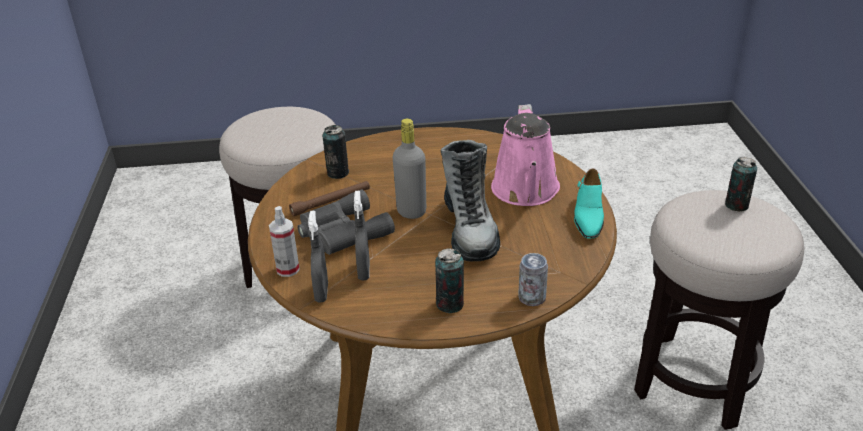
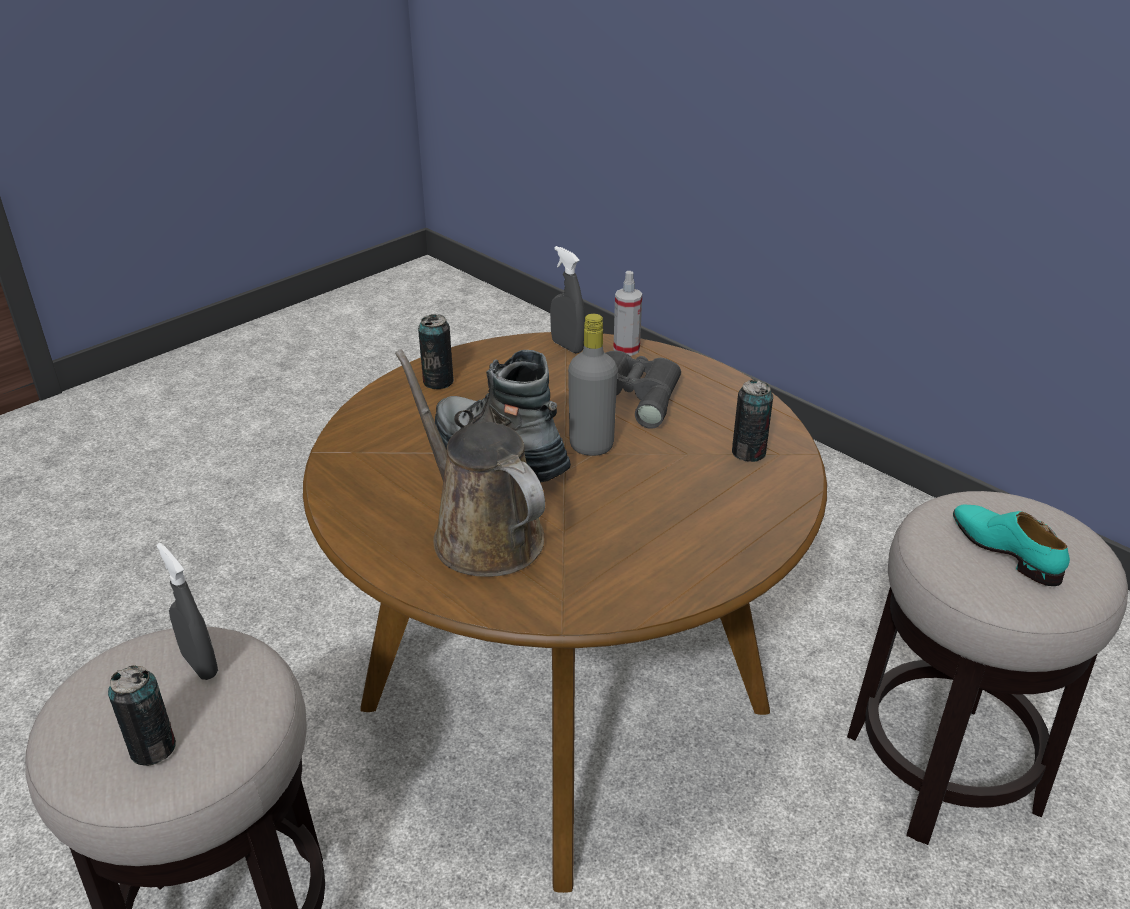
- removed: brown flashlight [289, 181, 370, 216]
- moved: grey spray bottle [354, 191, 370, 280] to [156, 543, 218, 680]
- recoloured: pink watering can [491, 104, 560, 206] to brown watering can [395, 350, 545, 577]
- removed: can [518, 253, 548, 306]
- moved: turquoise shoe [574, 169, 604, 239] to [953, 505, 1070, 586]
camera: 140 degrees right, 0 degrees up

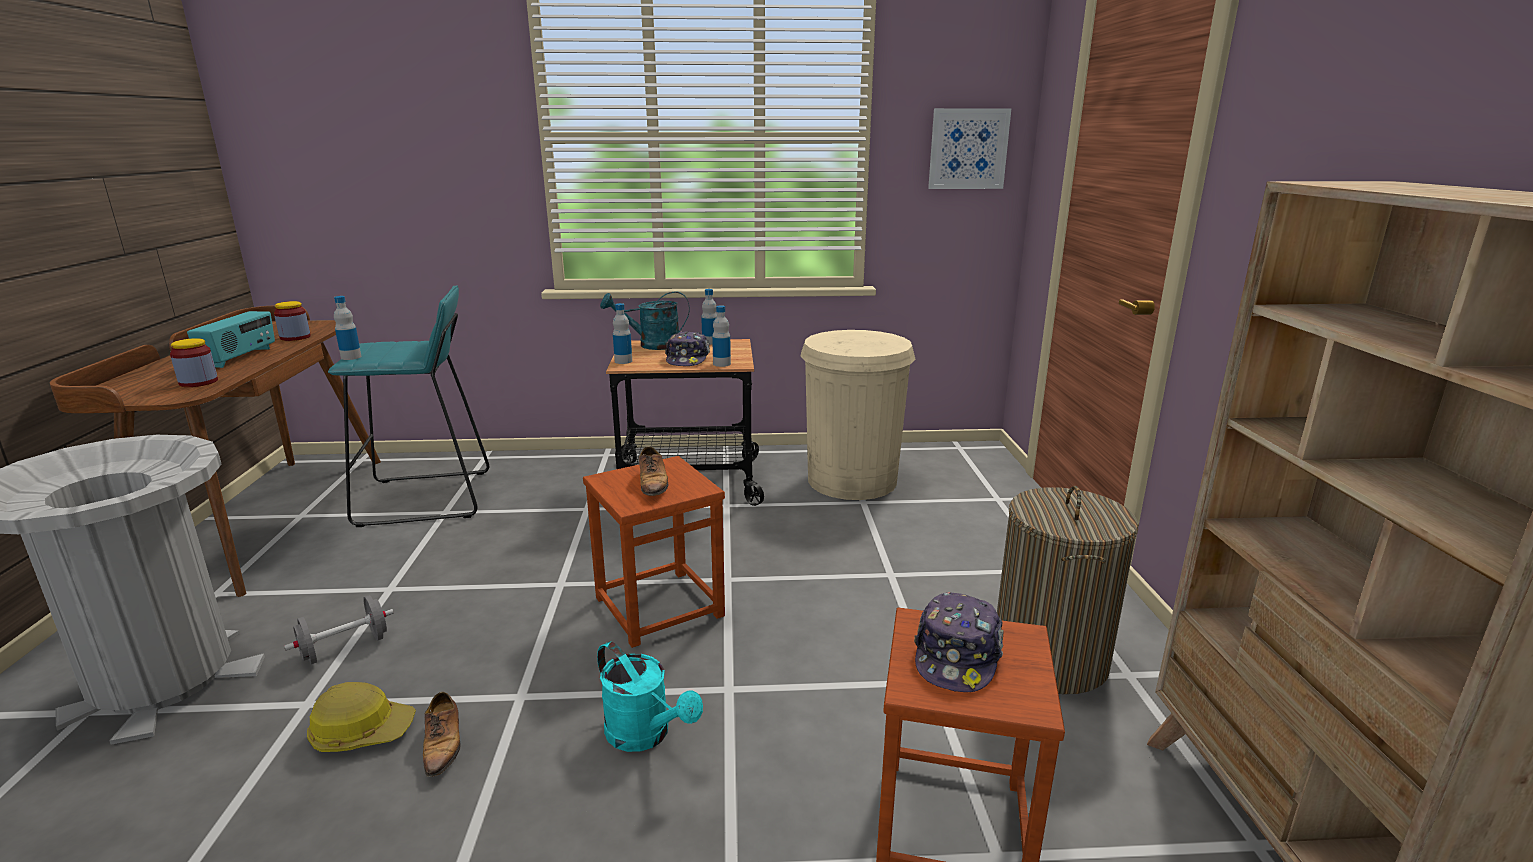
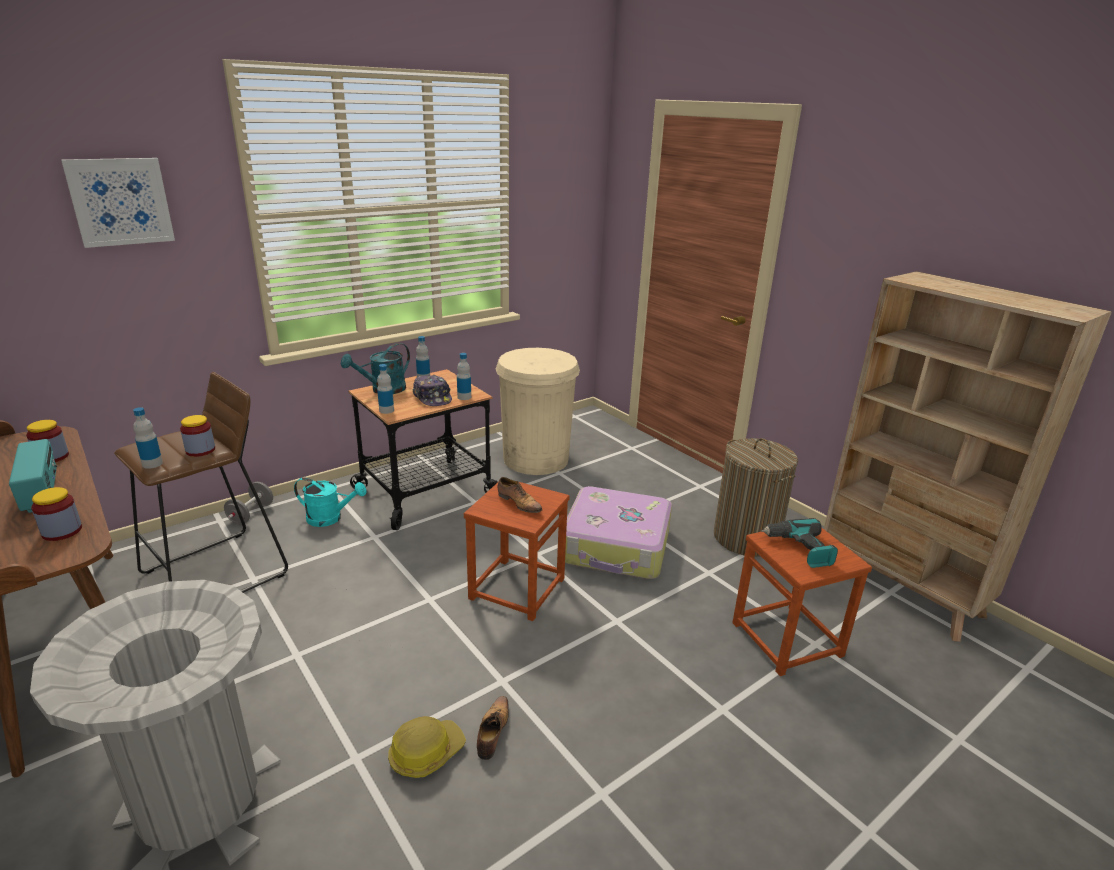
- moved: grey dumbbell [284, 595, 394, 664] to [224, 482, 273, 525]
- recoloured: turquoise stool [328, 285, 489, 527] to brown stool [114, 372, 288, 593]
- turned: shoe [423, 692, 461, 777] = [477, 696, 509, 760] 120 degrees counterclockwise
- moved: turquoise watering can [597, 641, 703, 752] to [294, 477, 367, 527]
- replaced: cap [914, 592, 1004, 692] to power drill [761, 518, 838, 568]
- moved: picture [928, 108, 1012, 189] to [61, 158, 175, 248]
- added: jar [180, 415, 215, 457]
- added: suitcase [565, 486, 672, 579]
camera: 35 degrees left, 5 degrees up

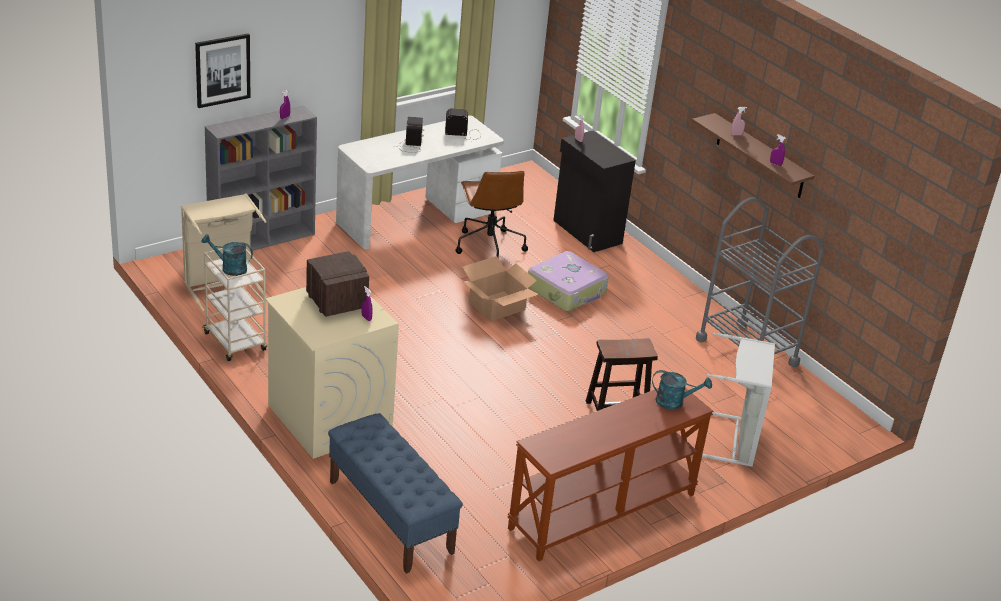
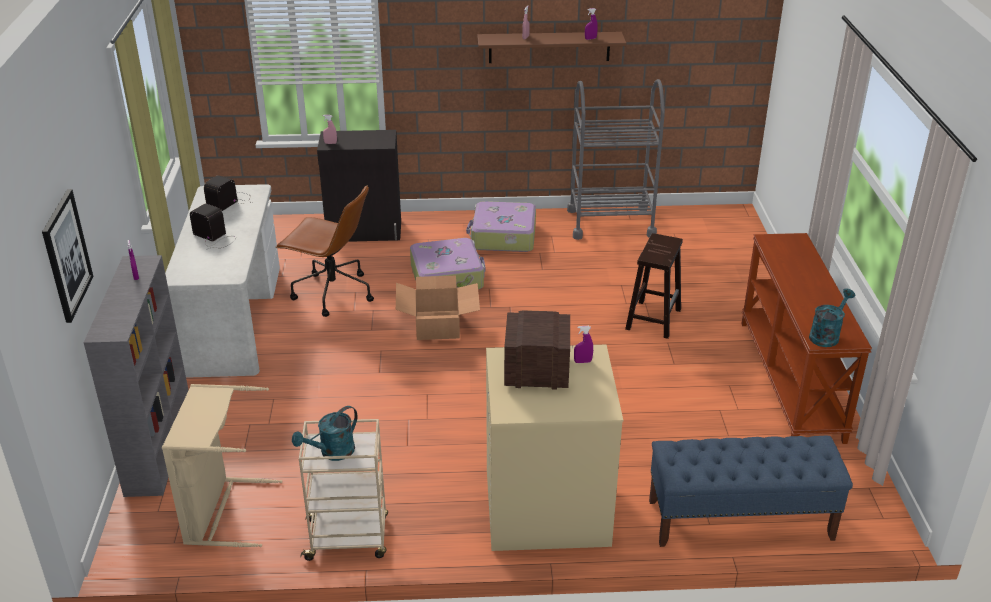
- moved: turquoise watering can [652, 370, 712, 410] to [809, 288, 855, 347]
- removed: grey laundry basket [702, 333, 775, 467]
- added: suitcase [466, 201, 536, 252]
camera: 55 degrees left, 0 degrees up

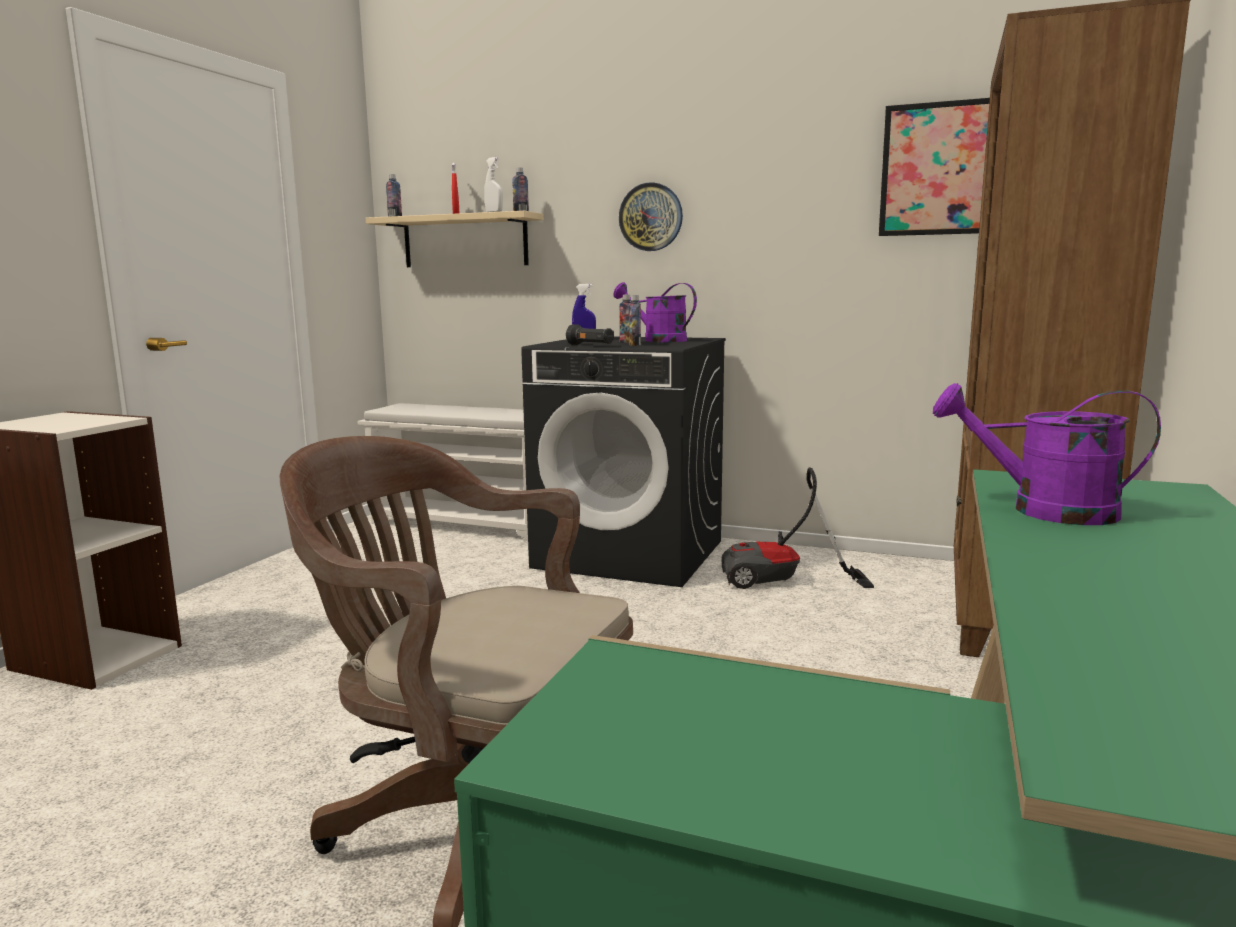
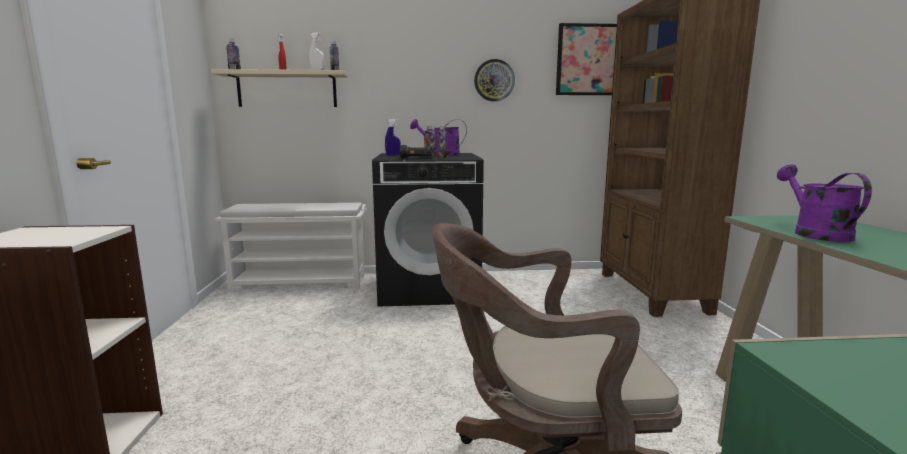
- moved: wall clock [619, 182, 683, 251] to [474, 59, 515, 101]
- removed: vacuum cleaner [722, 467, 874, 589]
- turned: purple watering can [933, 383, 1161, 525] = [777, 164, 872, 242] 90 degrees clockwise
camera: 25 degrees left, 0 degrees up

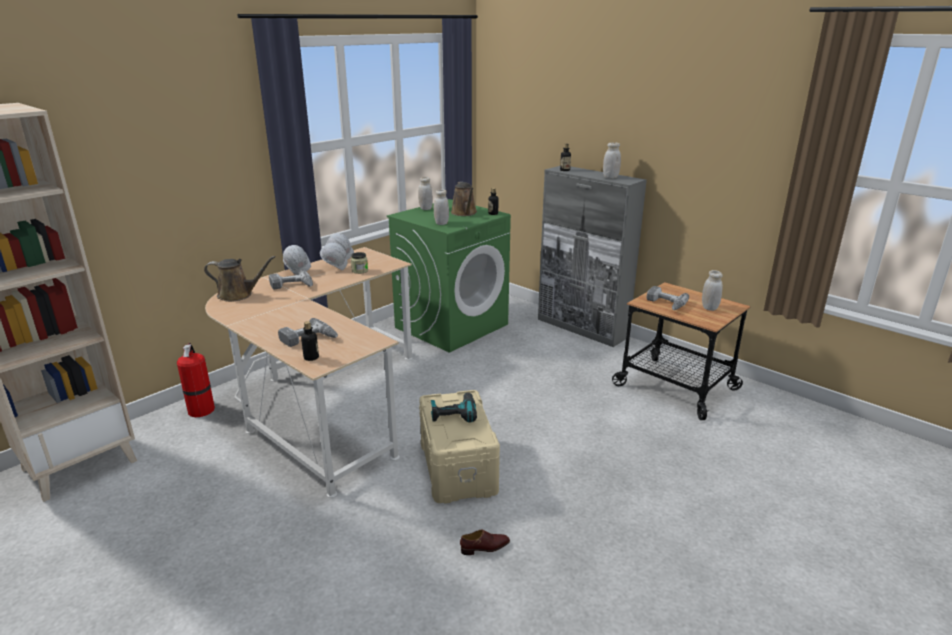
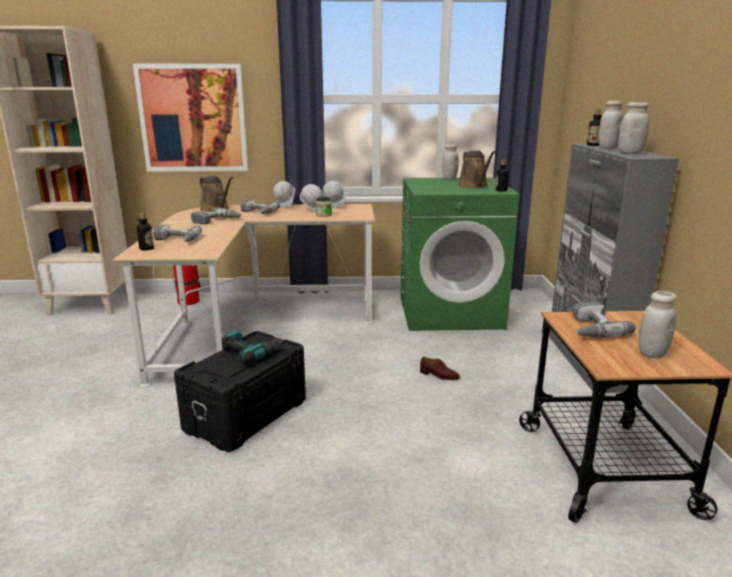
- recoloured: beige storage box [419, 390, 500, 504] to black storage box [174, 331, 306, 452]
- moved: white jar [434, 189, 449, 225] to [598, 101, 623, 149]
- turned: brown watering can [451, 182, 477, 216] = [458, 150, 495, 188] 45 degrees counterclockwise
- moved: brown shoe [460, 530, 510, 555] to [420, 357, 460, 380]
- added: picture [133, 64, 248, 172]
- added: power drill [191, 208, 241, 225]
camera: 45 degrees right, 5 degrees down

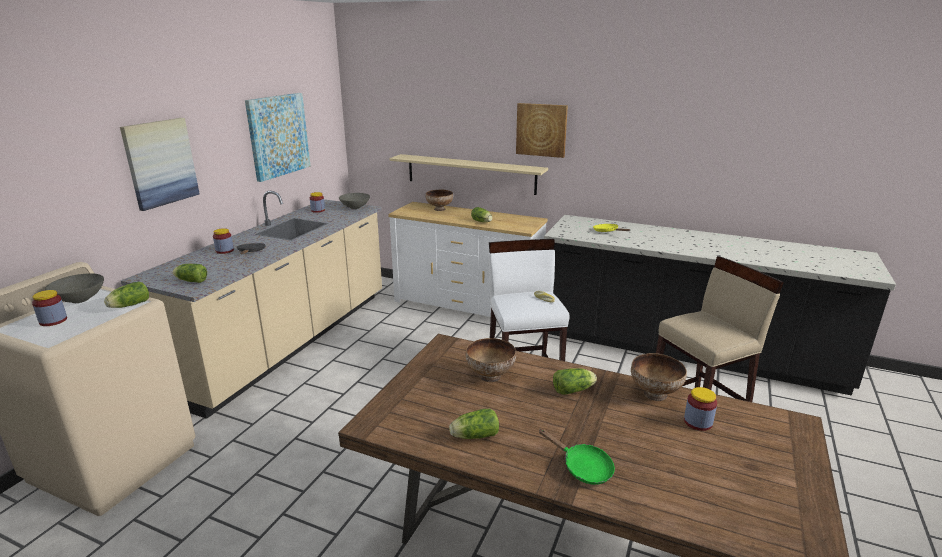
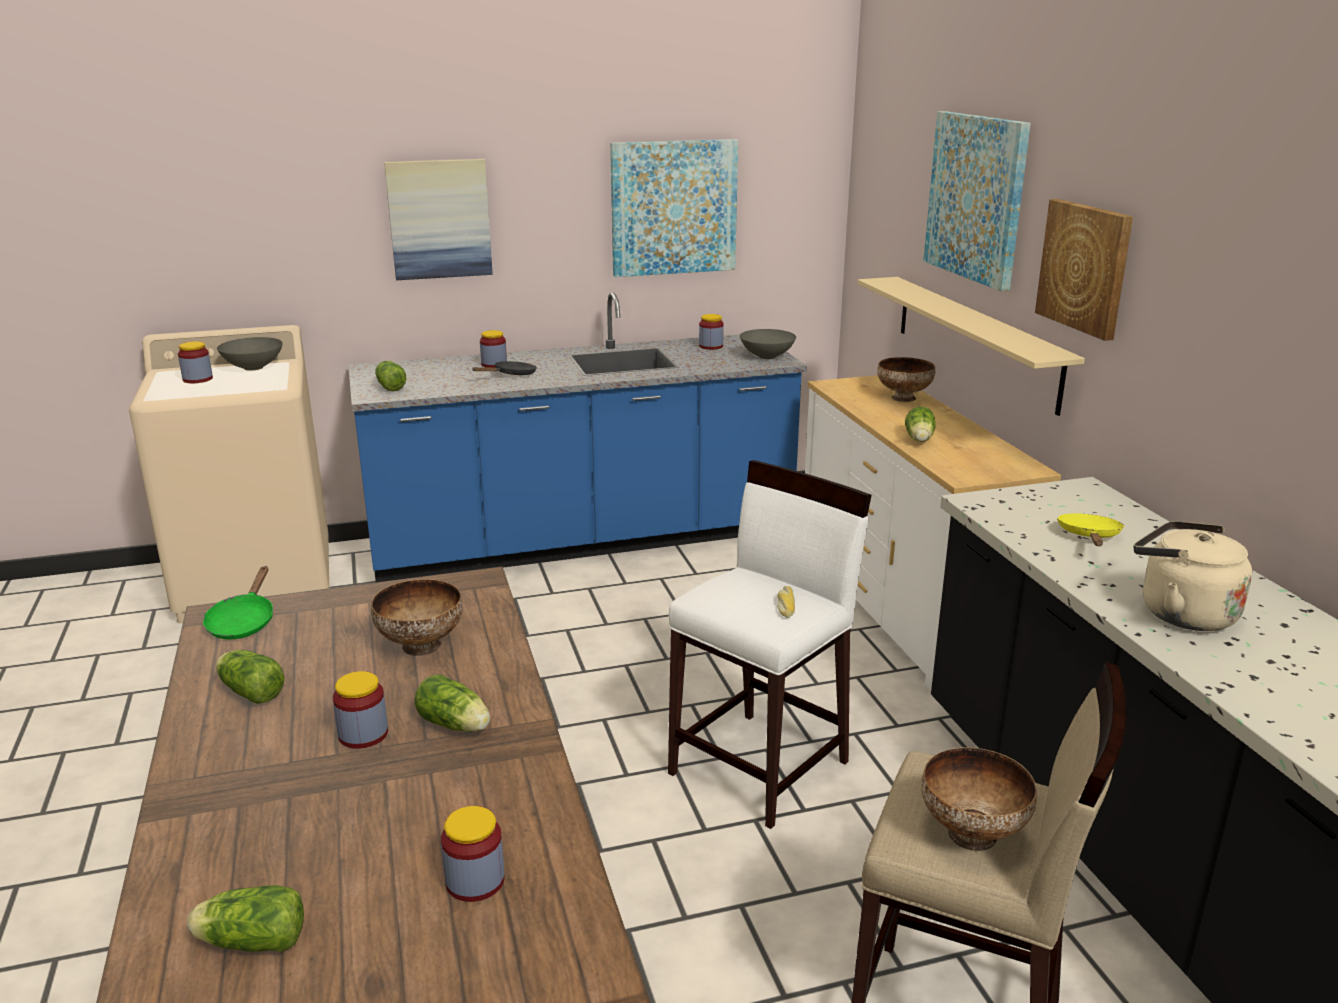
- moved: lettuce [104, 282, 149, 308] to [187, 885, 304, 952]
- recoloured: beige counter [121, 191, 382, 419] to blue counter [348, 292, 807, 582]
- moved: green frying pan [539, 429, 615, 485] to [203, 566, 273, 639]
- moved: bowl [631, 353, 687, 401] to [921, 747, 1037, 851]
- added: jar [333, 671, 388, 749]
- added: picture [923, 111, 1031, 292]
- added: beige kettle [1134, 521, 1252, 631]
camera: 50 degrees right, 0 degrees up

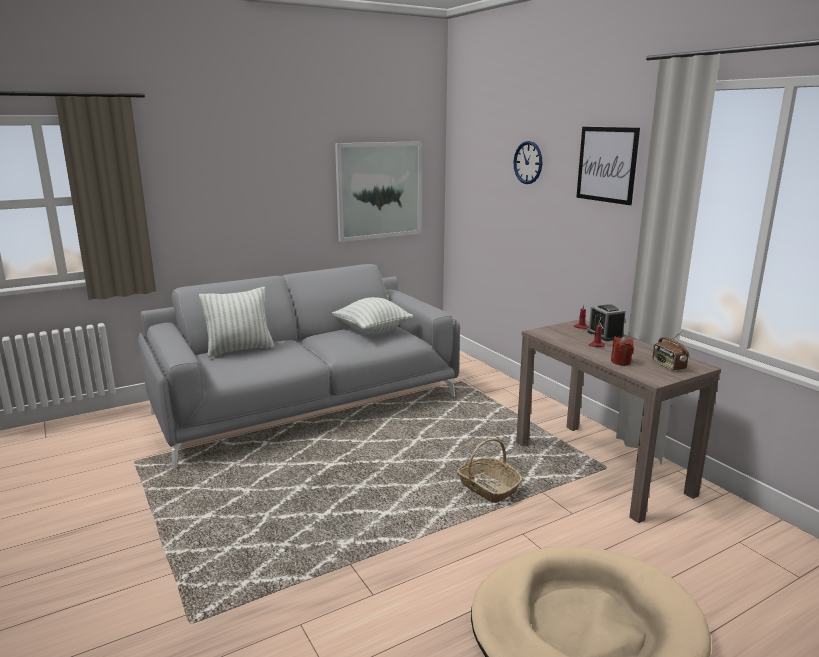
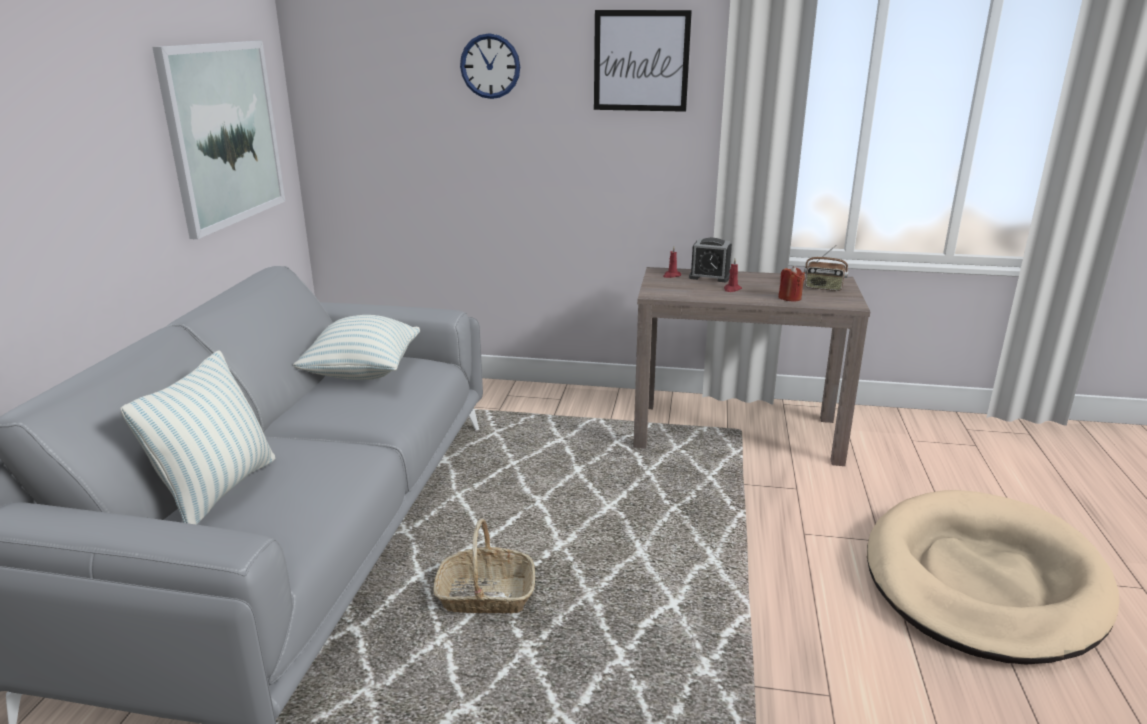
- moved: basket [457, 438, 523, 503] to [434, 519, 535, 613]
camera: 50 degrees left, 5 degrees up

